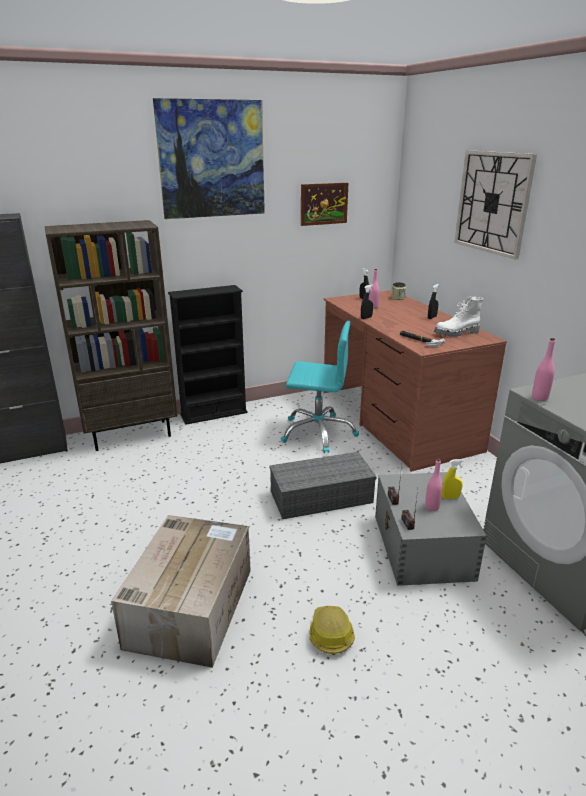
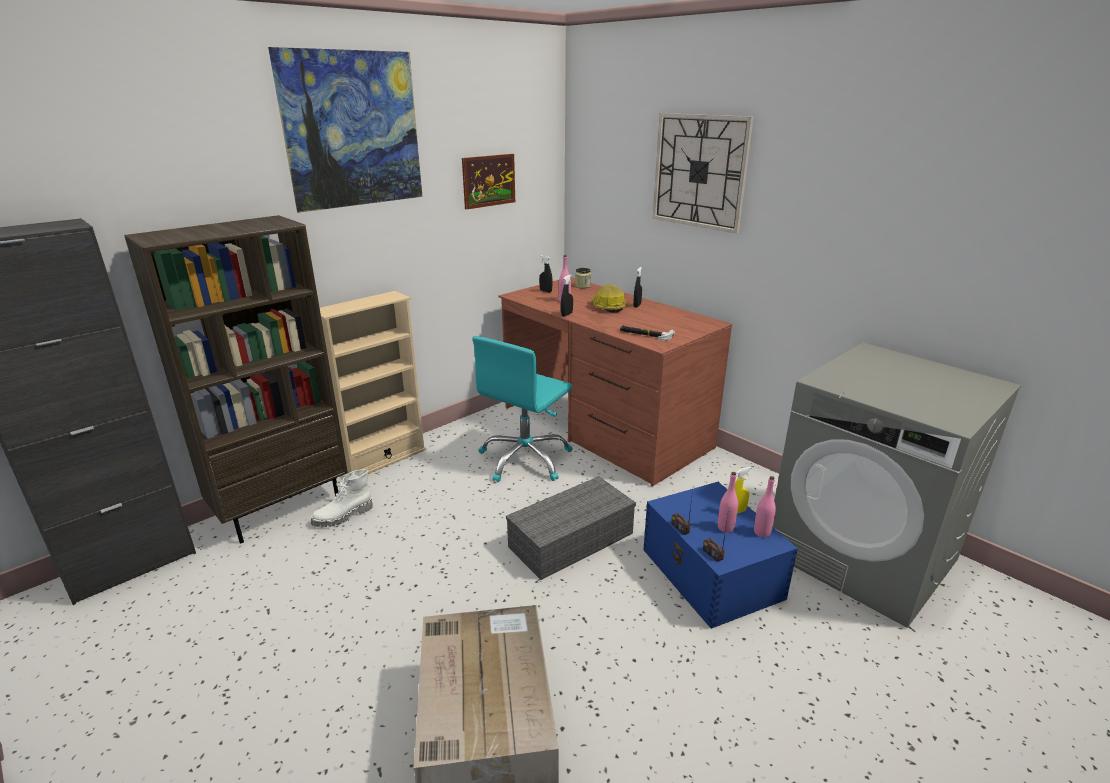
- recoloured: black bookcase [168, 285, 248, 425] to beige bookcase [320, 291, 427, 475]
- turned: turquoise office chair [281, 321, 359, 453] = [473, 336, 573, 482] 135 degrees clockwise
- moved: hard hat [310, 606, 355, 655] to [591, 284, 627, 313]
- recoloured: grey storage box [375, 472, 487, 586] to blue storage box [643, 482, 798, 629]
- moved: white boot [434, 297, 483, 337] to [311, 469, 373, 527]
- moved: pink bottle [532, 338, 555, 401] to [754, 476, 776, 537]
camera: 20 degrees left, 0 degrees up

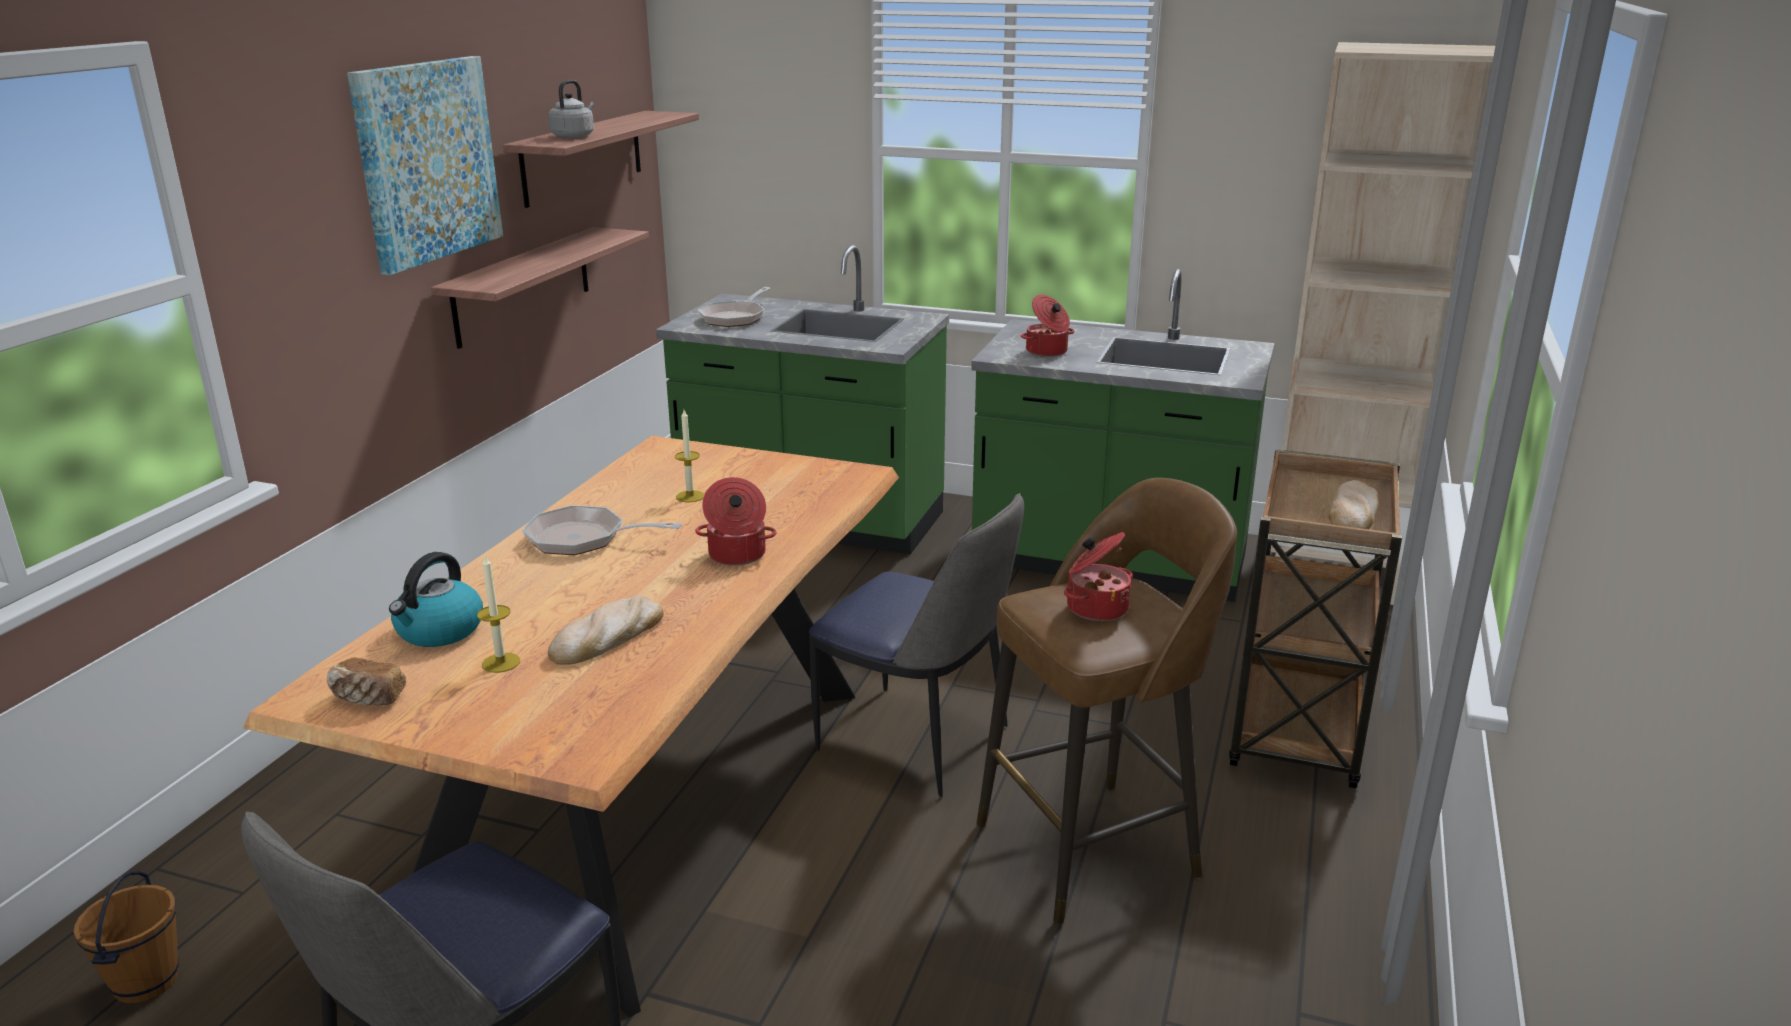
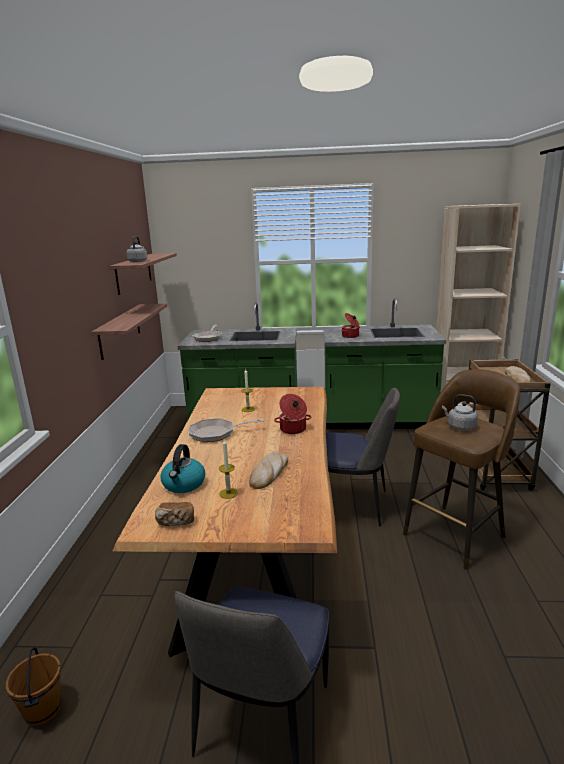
- removed: picture [347, 56, 503, 275]
- replaced: cooking pot [1064, 532, 1133, 621] to grey kettle [442, 394, 478, 430]
camera: 15 degrees left, 5 degrees down

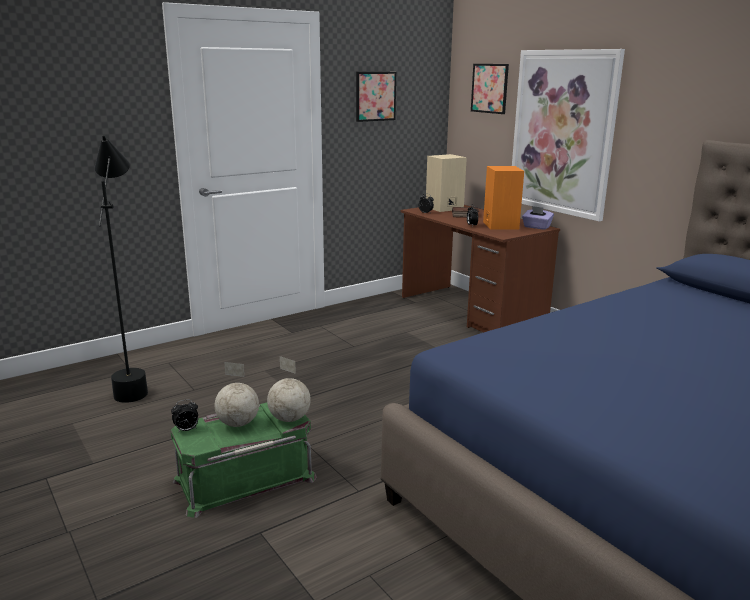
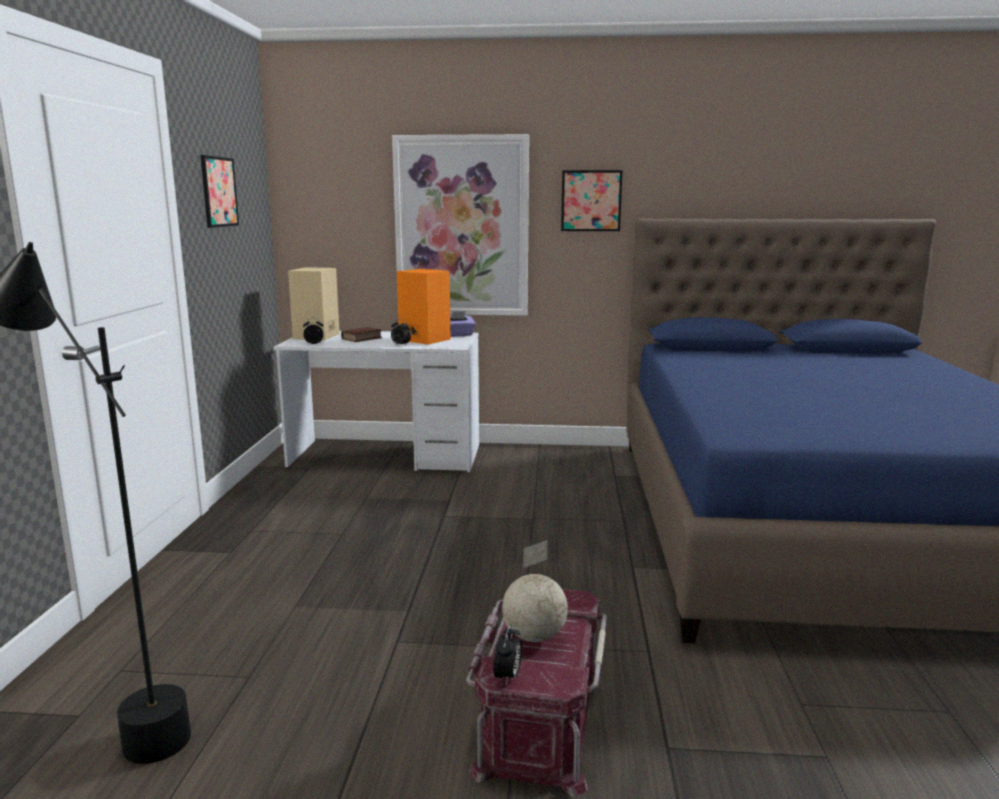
- recoloured: green storage box [171, 403, 317, 518] to red storage box [466, 589, 607, 797]
- removed: globe [267, 356, 311, 422]
- recoloured: brown desk [400, 205, 560, 333] to white desk [274, 331, 479, 473]
- moved: picture [471, 64, 509, 114] to [561, 170, 623, 231]
camera: 50 degrees left, 5 degrees down

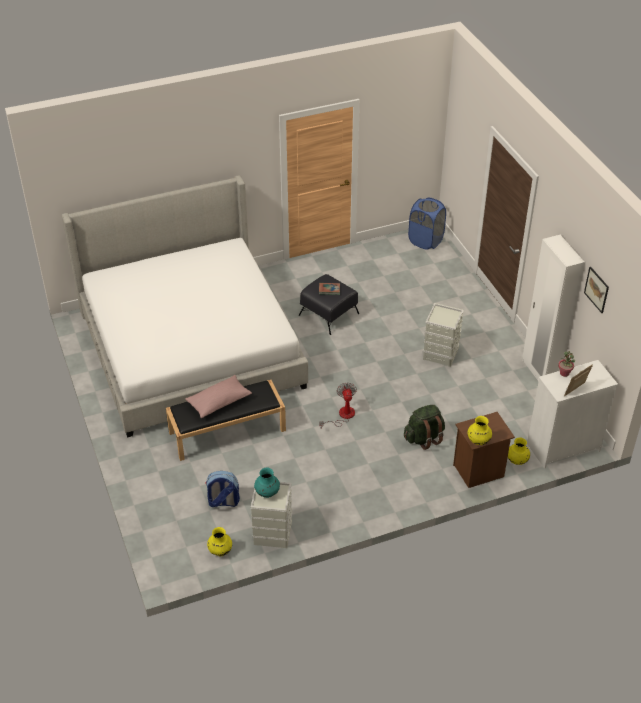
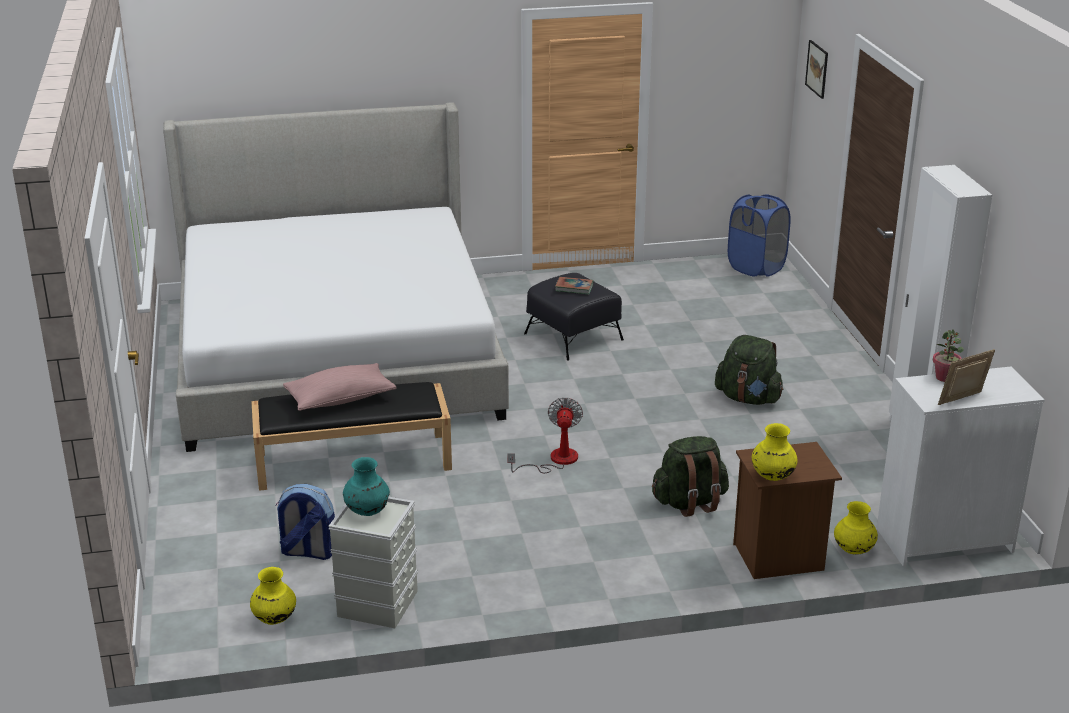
- replaced: grey storage box [423, 303, 464, 367] to green backpack [715, 335, 783, 405]
- moved: picture [584, 267, 609, 313] to [805, 40, 828, 99]
camera: 10 degrees right, 15 degrees down

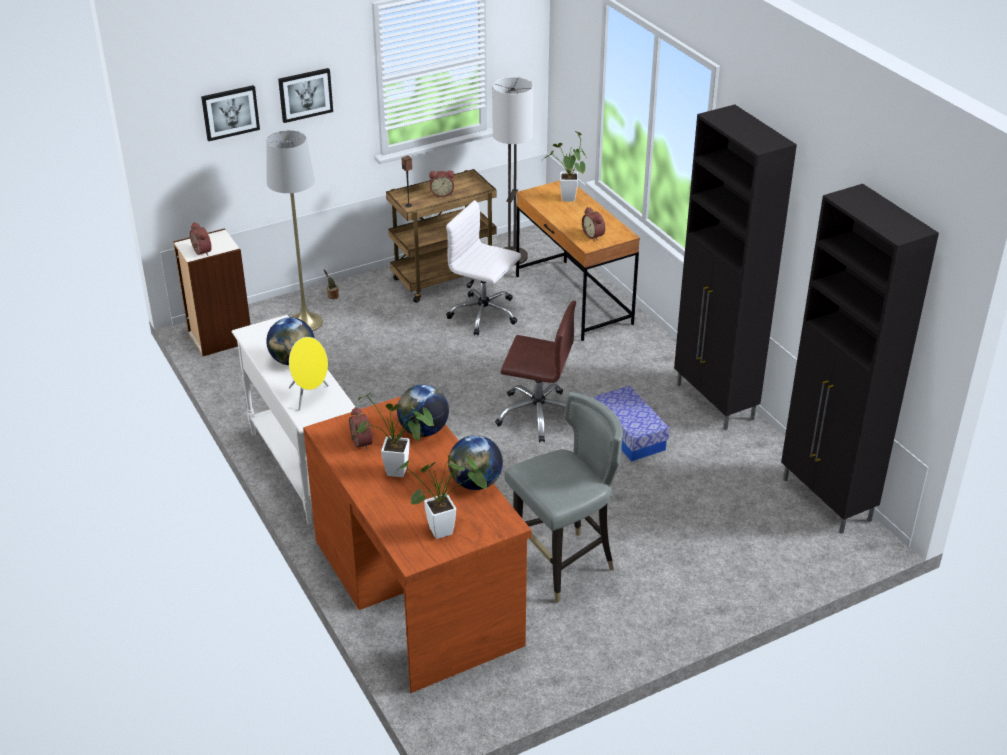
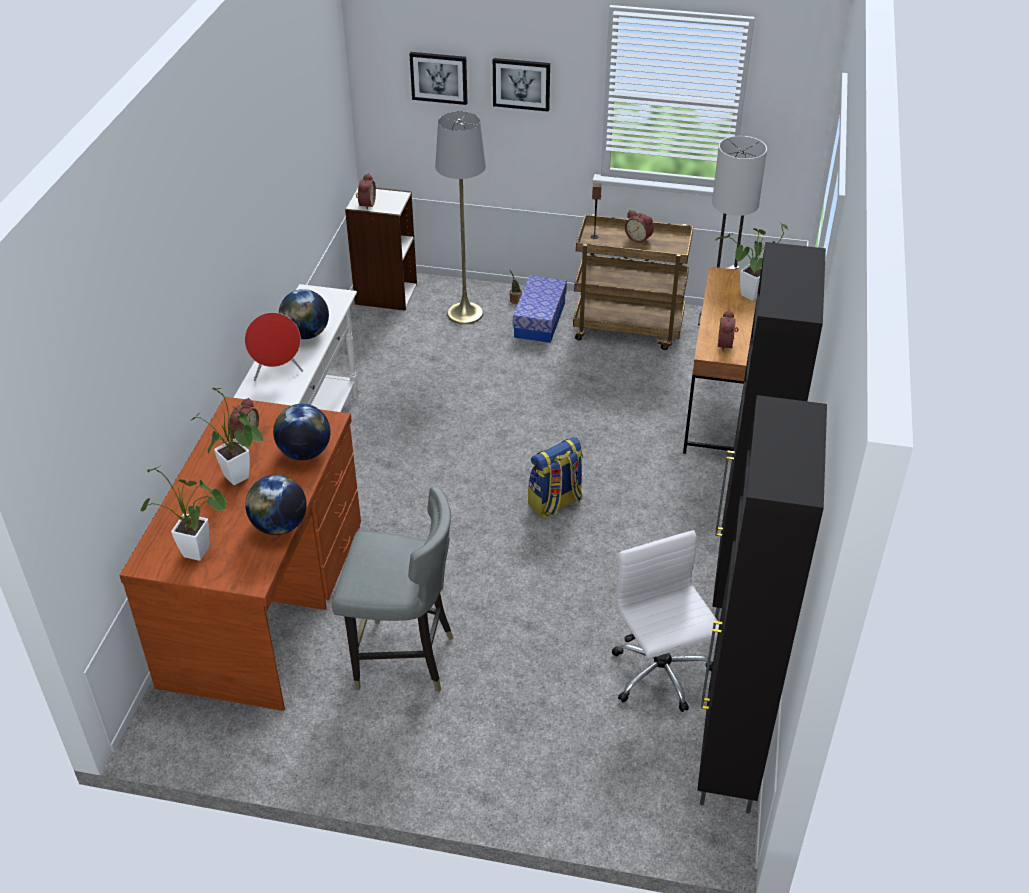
- recoloured: yellow speaker [289, 337, 329, 410] to red speaker [245, 312, 303, 381]
- moved: white office chair [446, 200, 521, 335] to [612, 530, 719, 712]
- replaced: brown office chair [495, 301, 576, 443] to backpack [528, 437, 583, 518]
- moved: storage box [594, 385, 670, 462] to [513, 275, 567, 343]
camera: 40 degrees right, 5 degrees up

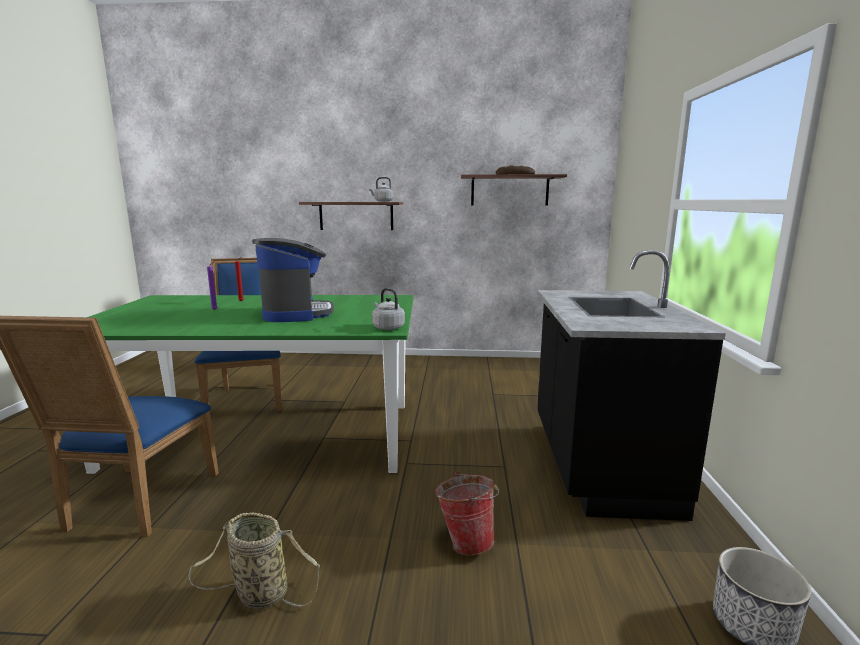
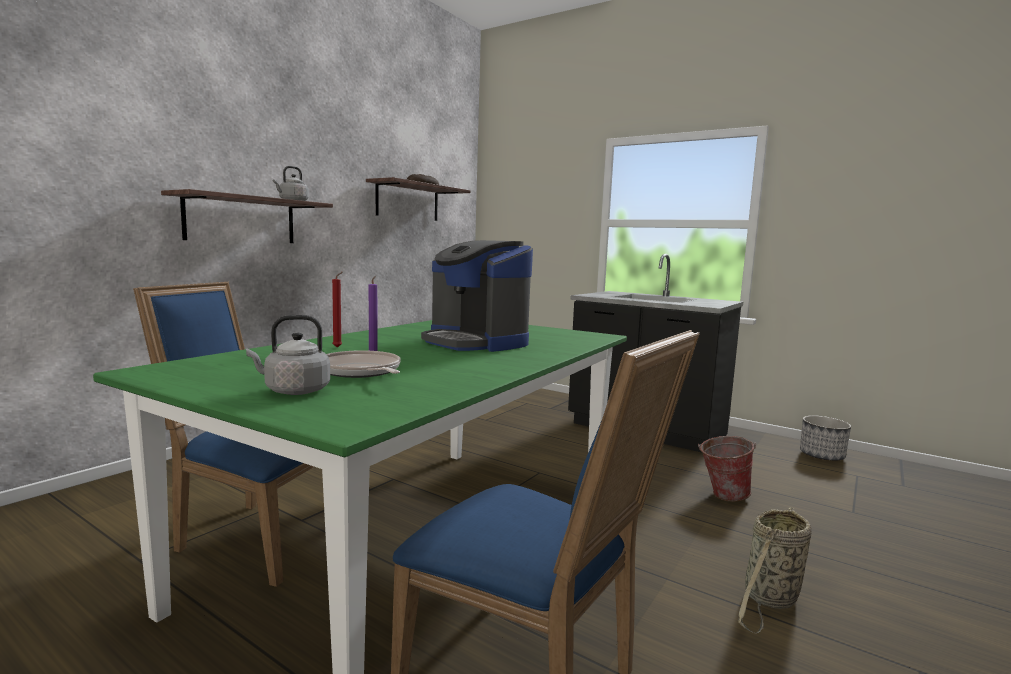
- turned: coffee machine [252, 238, 334, 322] = [421, 240, 533, 352] 150 degrees counterclockwise
- moved: grey kettle [372, 288, 405, 330] to [246, 315, 330, 395]
- added: frying pan [327, 350, 401, 378]
camera: 60 degrees left, 5 degrees down

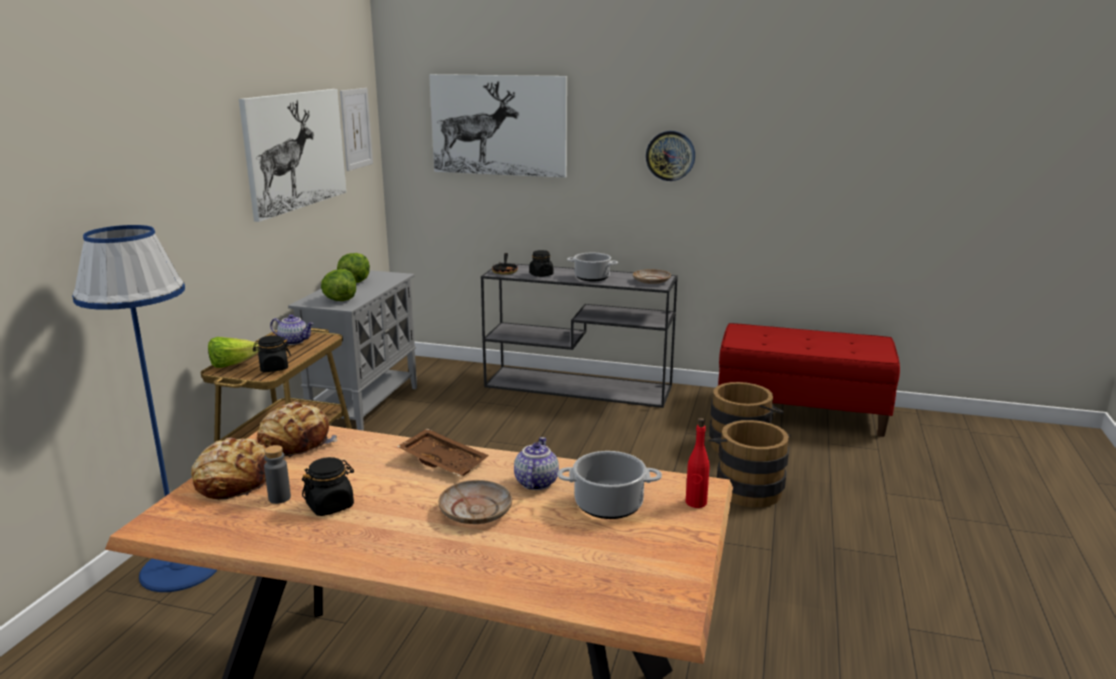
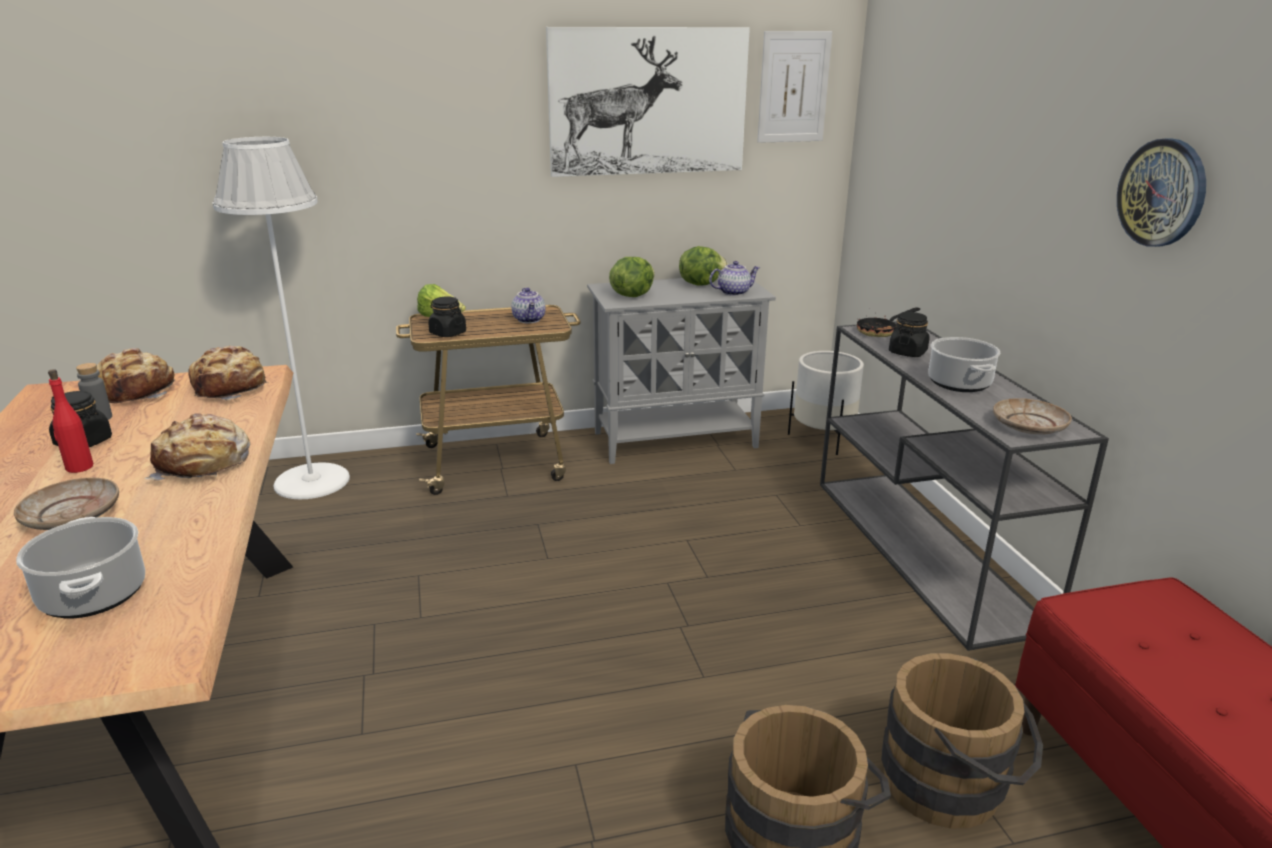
- recoloured: blue floor lamp [72, 225, 217, 592] to white floor lamp [213, 137, 350, 499]
- replaced: brown tray [397, 428, 489, 476] to bread [144, 413, 250, 481]
- removed: picture [429, 74, 567, 178]
- moved: teapot [514, 437, 559, 490] to [709, 261, 760, 296]
- moved: red bottle [686, 418, 710, 508] to [48, 369, 94, 473]
- added: white planter [788, 351, 864, 455]
camera: 60 degrees right, 5 degrees up

